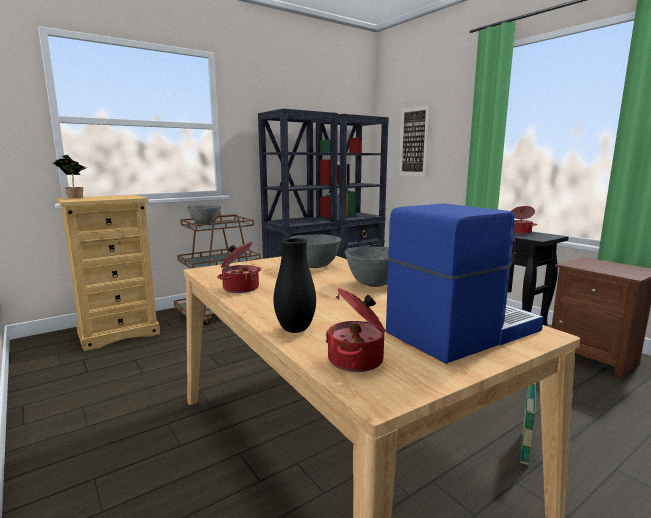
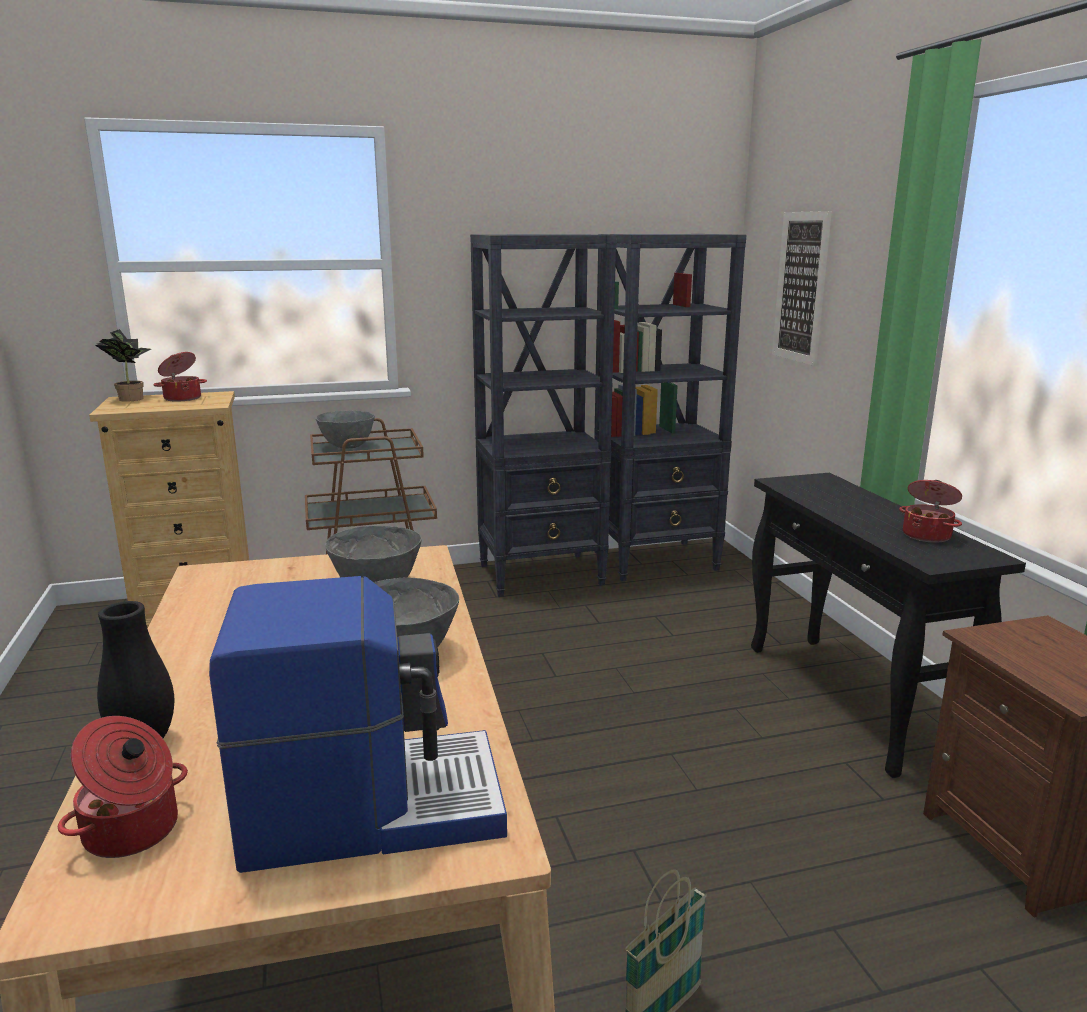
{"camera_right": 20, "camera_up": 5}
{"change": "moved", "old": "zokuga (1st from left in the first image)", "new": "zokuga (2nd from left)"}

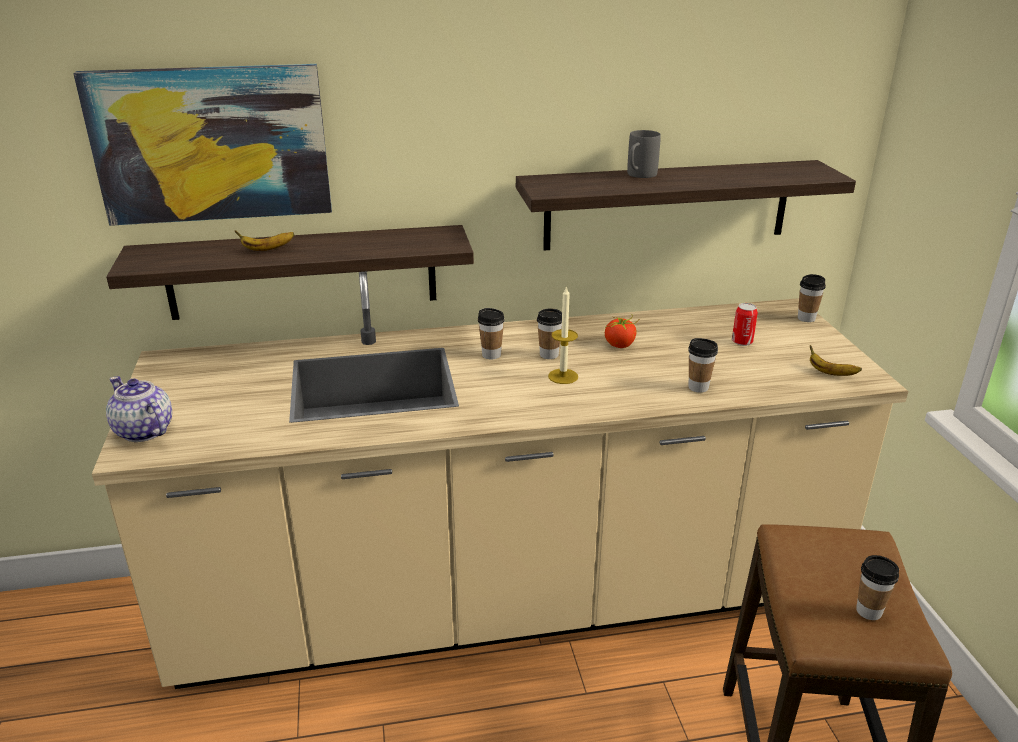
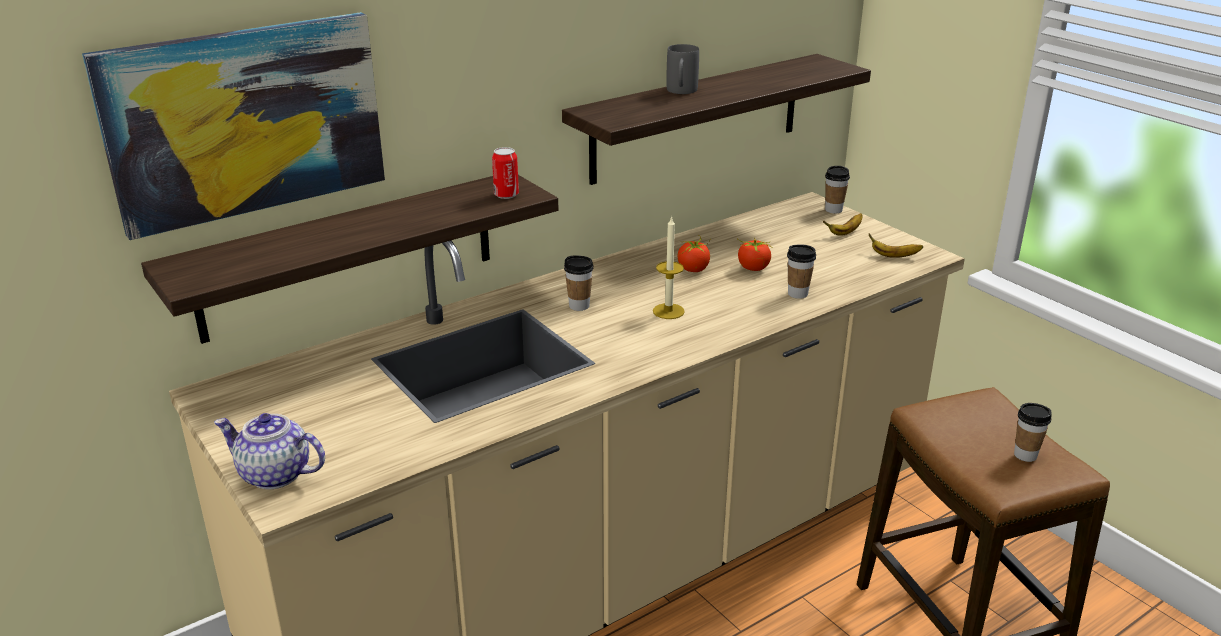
{"camera_right": -25, "camera_up": 0}
{"change": "moved", "old": "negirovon"}
{"change": "added", "new": "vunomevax (2nd from left)"}
{"change": "moved", "old": "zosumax (1st from left)"}
{"change": "removed", "old": "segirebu (2nd from left)"}

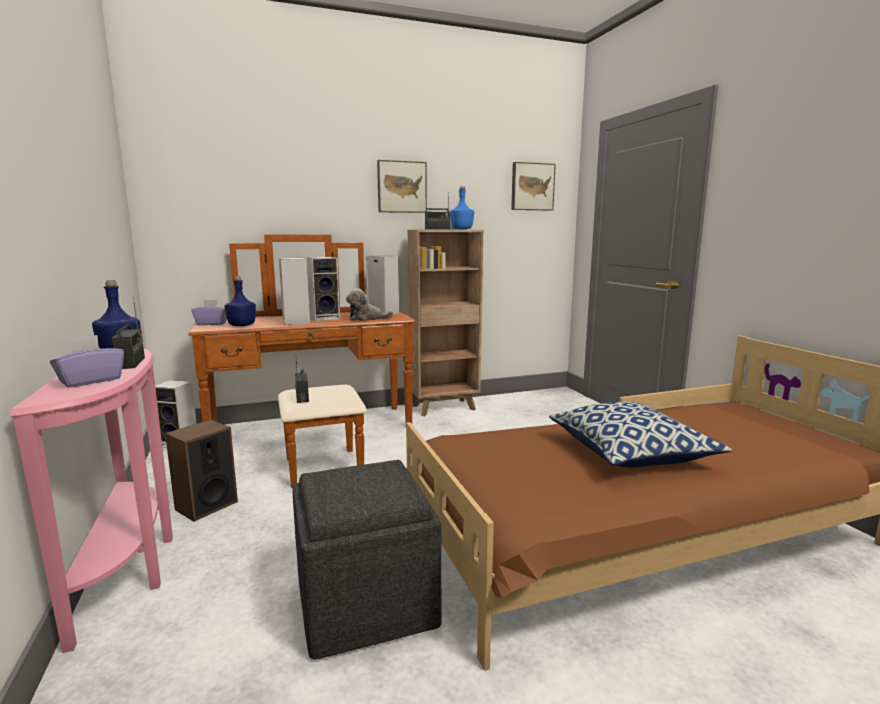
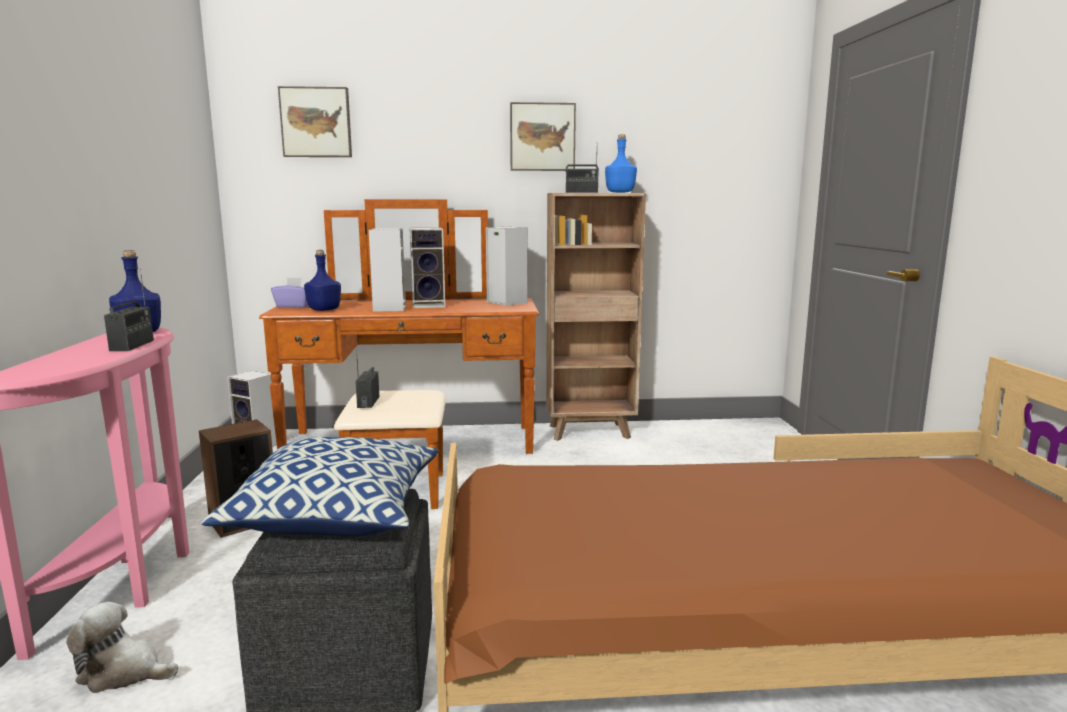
{"camera_right": 15, "camera_up": 0}
{"change": "moved", "old": "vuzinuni"}
{"change": "moved", "old": "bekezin"}
{"change": "moved", "old": "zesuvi (2nd from left in the first image)", "new": "zesuvi (1st from left)"}
{"change": "removed", "old": "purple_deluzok (1st from left)"}

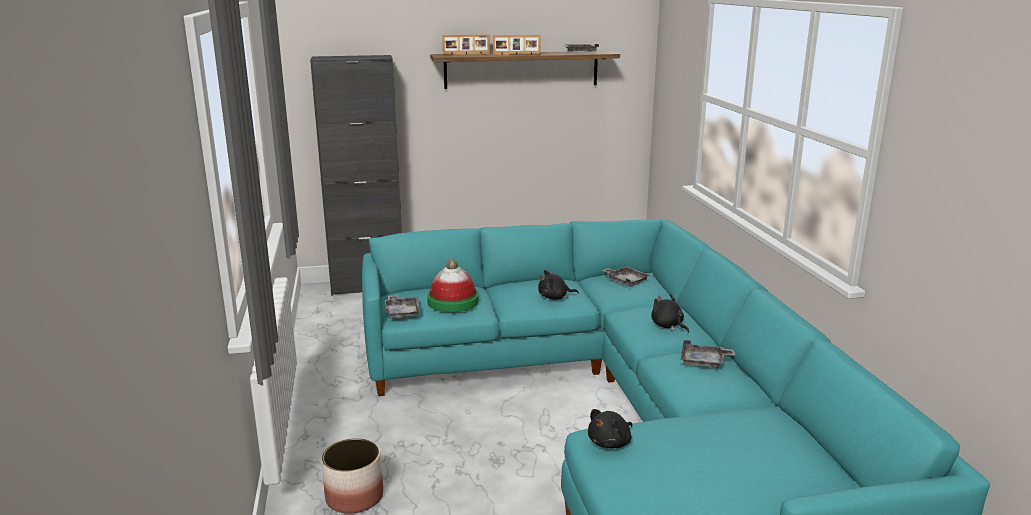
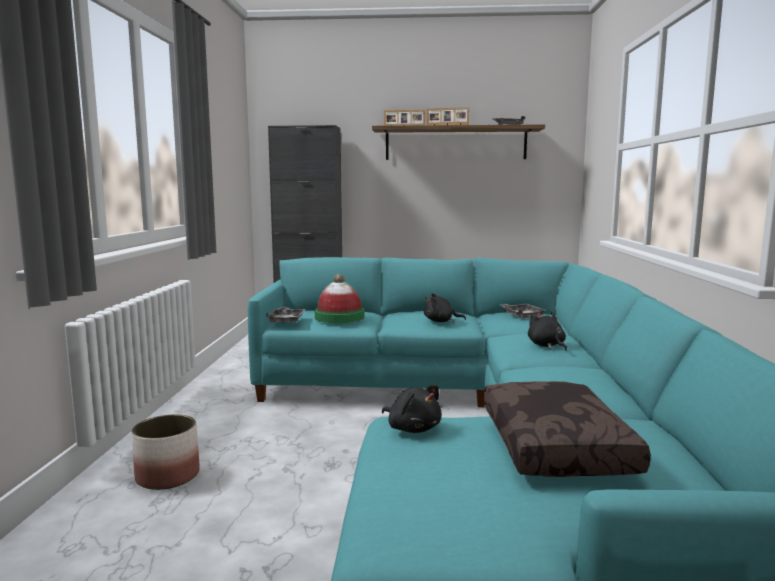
{"camera_right": 15, "camera_up": -10}
{"change": "turned", "old": "black_vuzinuni (2nd from left in the first image)", "degrees": -105}
{"change": "added", "new": "brown_bekezin"}
{"change": "removed", "old": "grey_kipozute (4th from left)"}

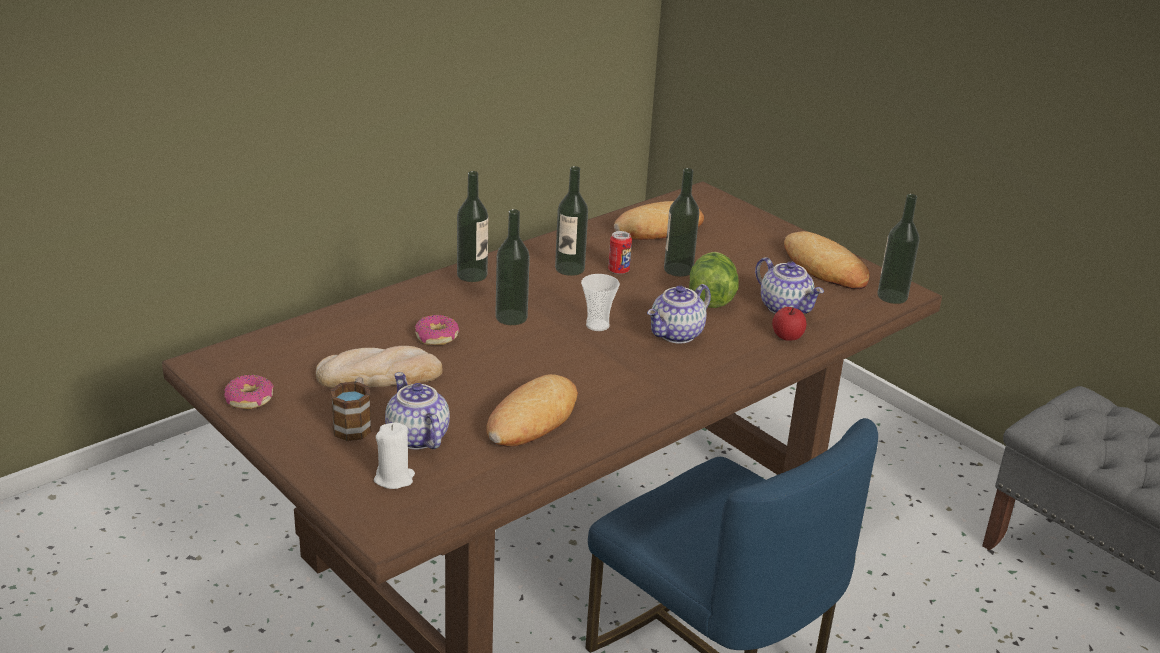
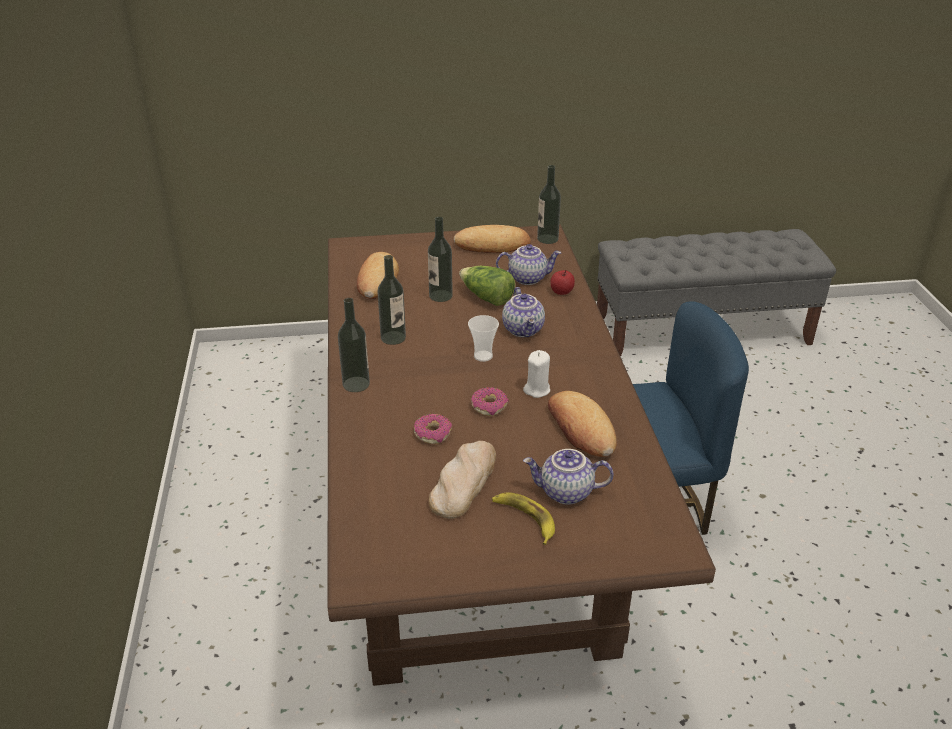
{"camera_right": -55, "camera_up": 5}
{"change": "moved", "old": "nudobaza (1st from left in the first image)", "new": "nudobaza (2nd from left)"}
{"change": "replaced", "old": "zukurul", "new": "zosumax"}
{"change": "moved", "old": "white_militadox"}
{"change": "removed", "old": "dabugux (2nd from left)"}
{"change": "removed", "old": "negirovon"}

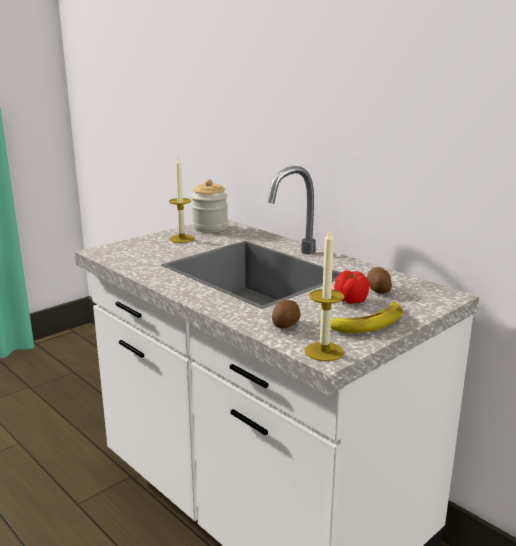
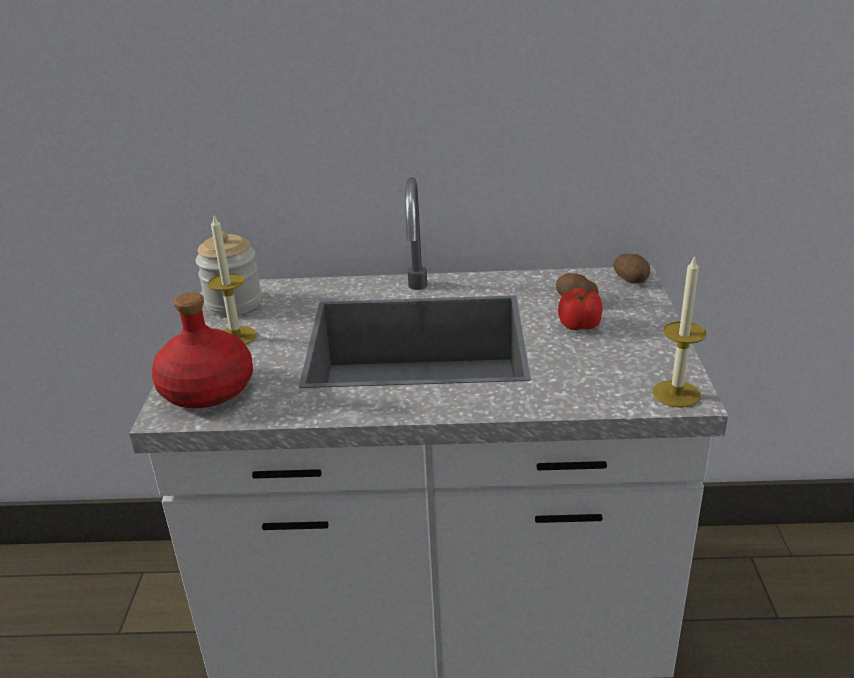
{"camera_right": -45, "camera_up": 10}
{"change": "added", "new": "red_dabugux"}
{"change": "moved", "old": "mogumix (1st from left in the first image)", "new": "mogumix (2nd from left)"}
{"change": "removed", "old": "zosumax"}

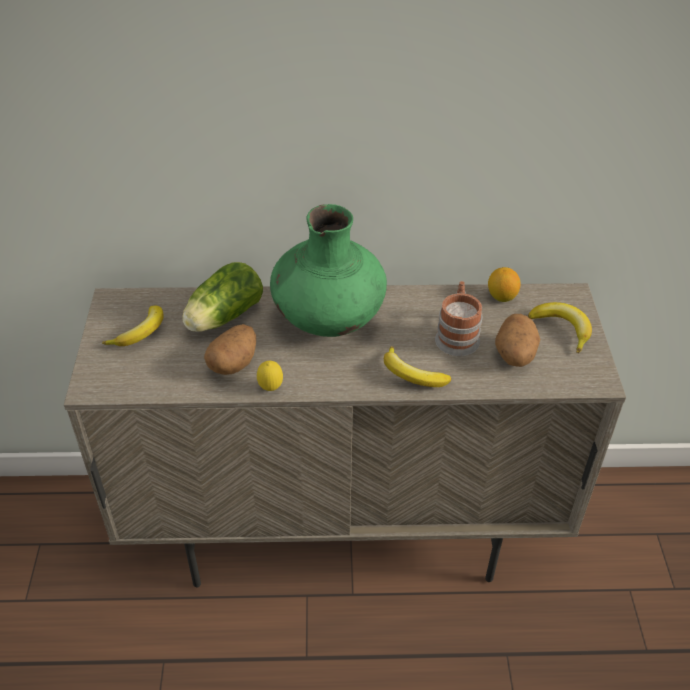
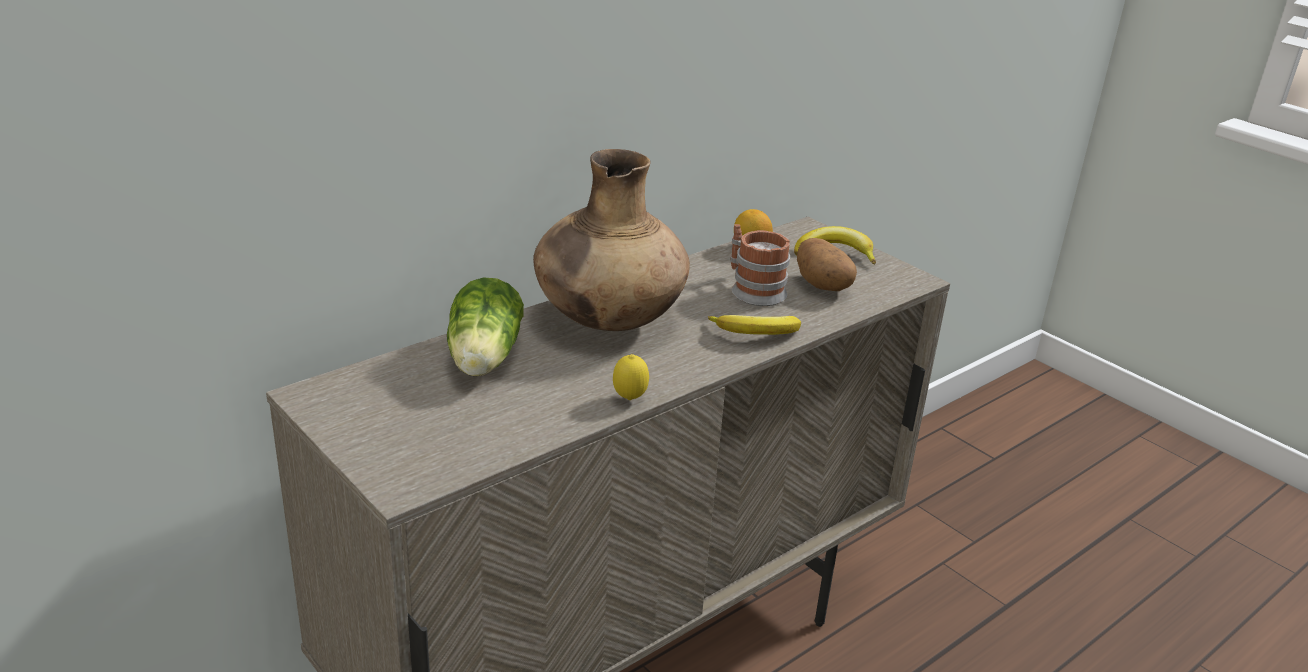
{"camera_right": -40, "camera_up": -15}
{"change": "recoloured", "old": "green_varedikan", "new": "brown_varedikan"}
{"change": "removed", "old": "zosumax (1st from left)"}
{"change": "removed", "old": "mogumix (1st from left)"}

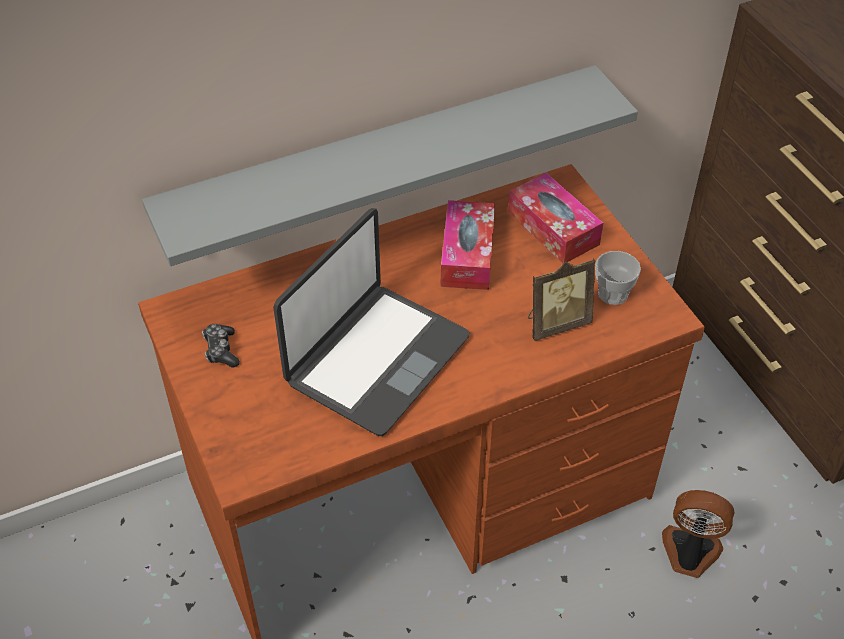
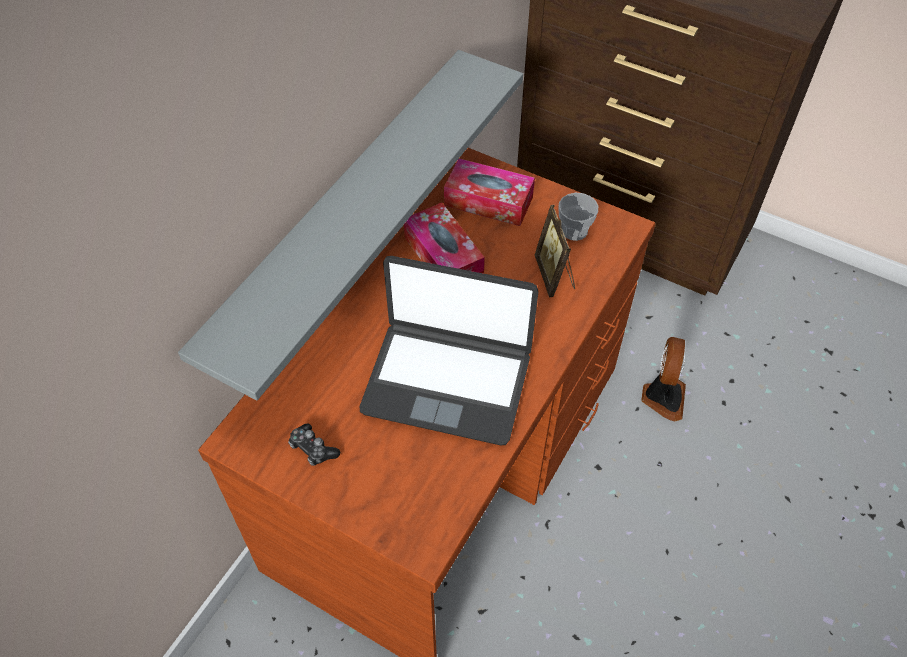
{"camera_right": -35, "camera_up": 5}
{"change": "turned", "old": "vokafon", "degrees": 105}
{"change": "turned", "old": "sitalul", "degrees": 135}
{"change": "turned", "old": "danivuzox", "degrees": 120}

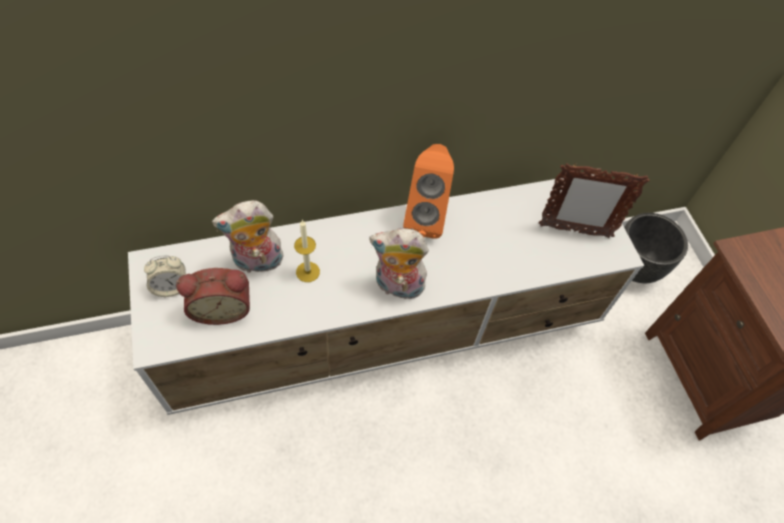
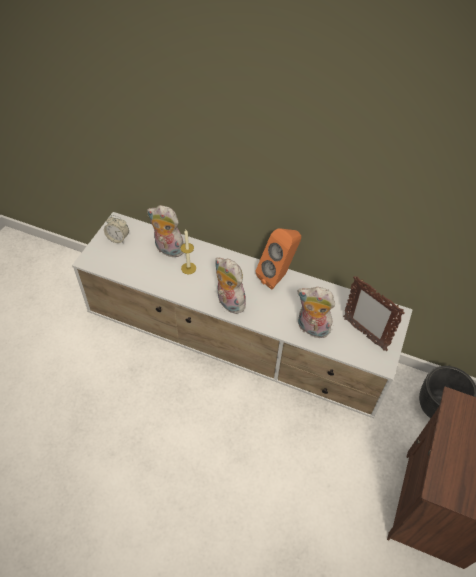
{"camera_right": 40, "camera_up": -5}
{"change": "added", "new": "vuzinuni (3rd from left)"}
{"change": "removed", "old": "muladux (2nd from left)"}

